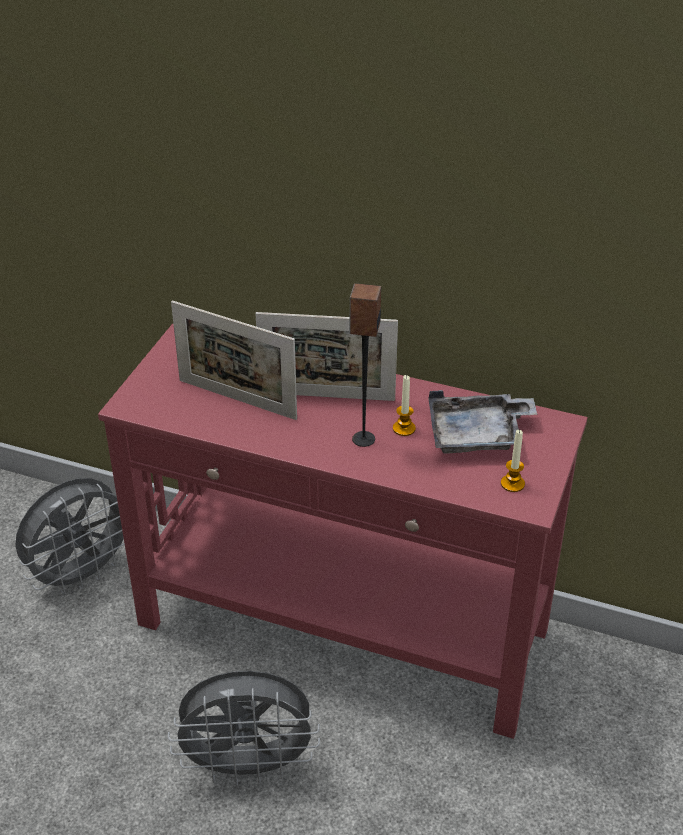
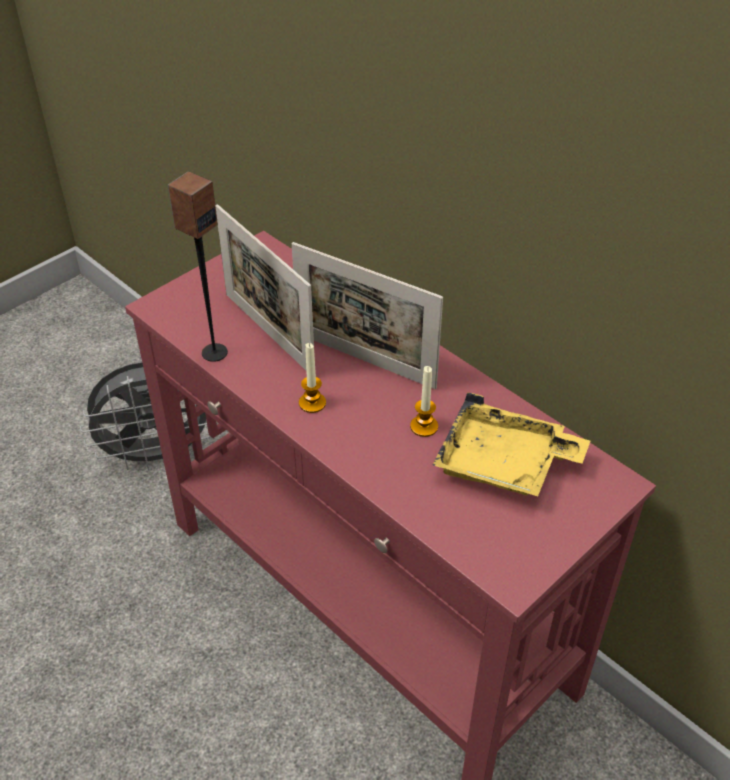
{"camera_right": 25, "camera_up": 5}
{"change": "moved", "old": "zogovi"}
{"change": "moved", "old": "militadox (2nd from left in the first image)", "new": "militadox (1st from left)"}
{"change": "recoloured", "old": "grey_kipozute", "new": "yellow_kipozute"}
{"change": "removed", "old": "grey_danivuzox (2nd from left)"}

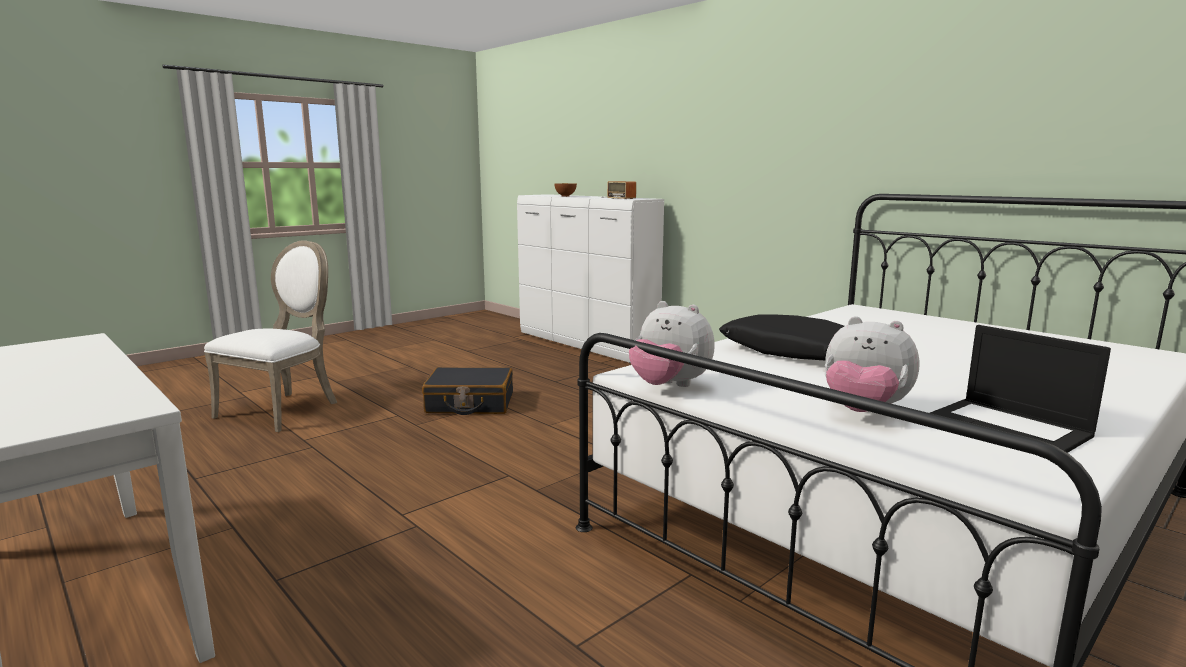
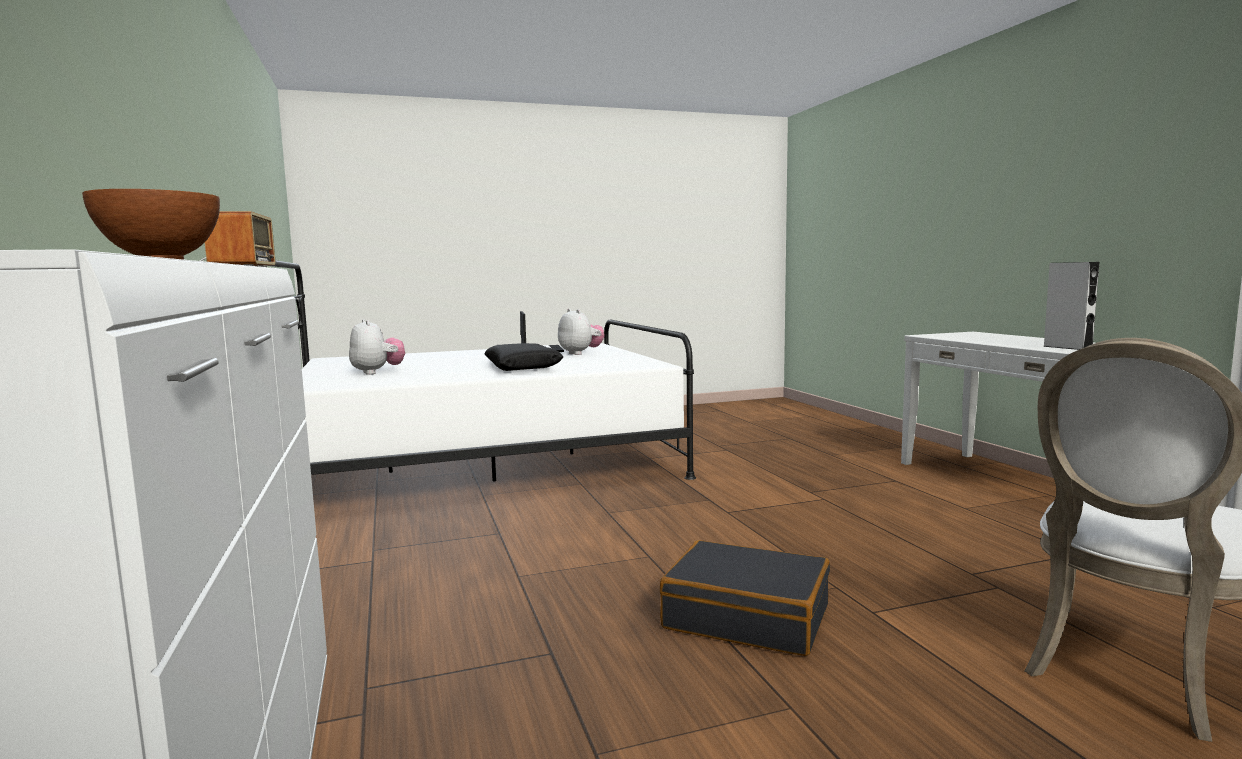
{"camera_right": -155, "camera_up": -5}
{"change": "moved", "old": "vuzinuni (1st from left)"}
{"change": "added", "new": "grey_zogovi"}

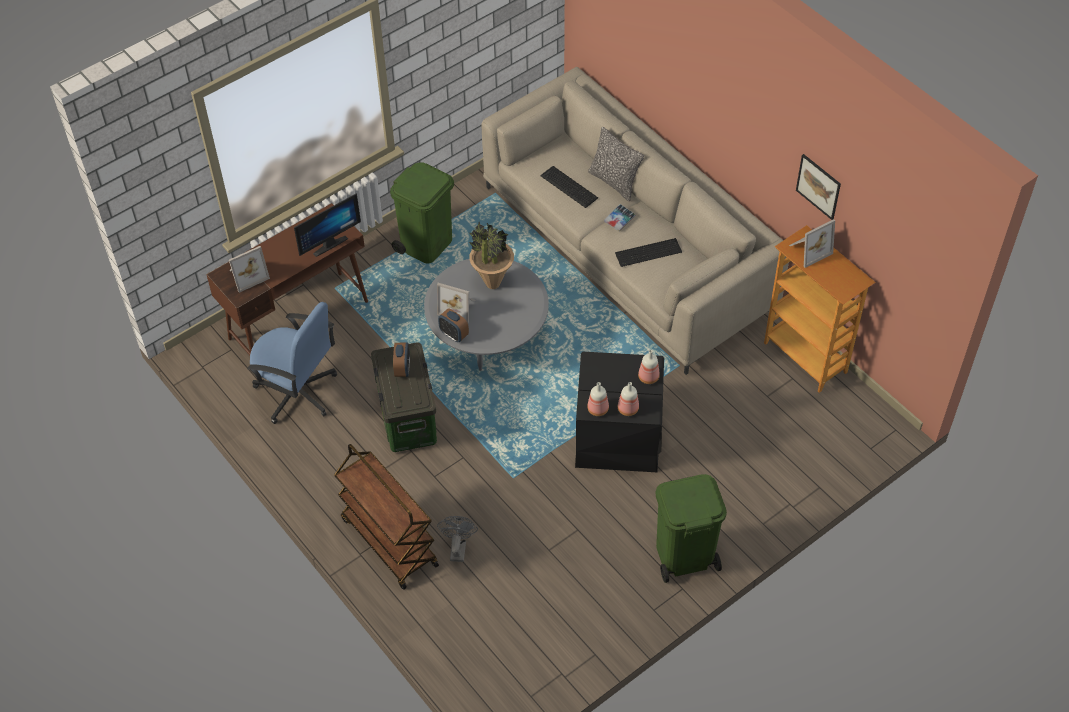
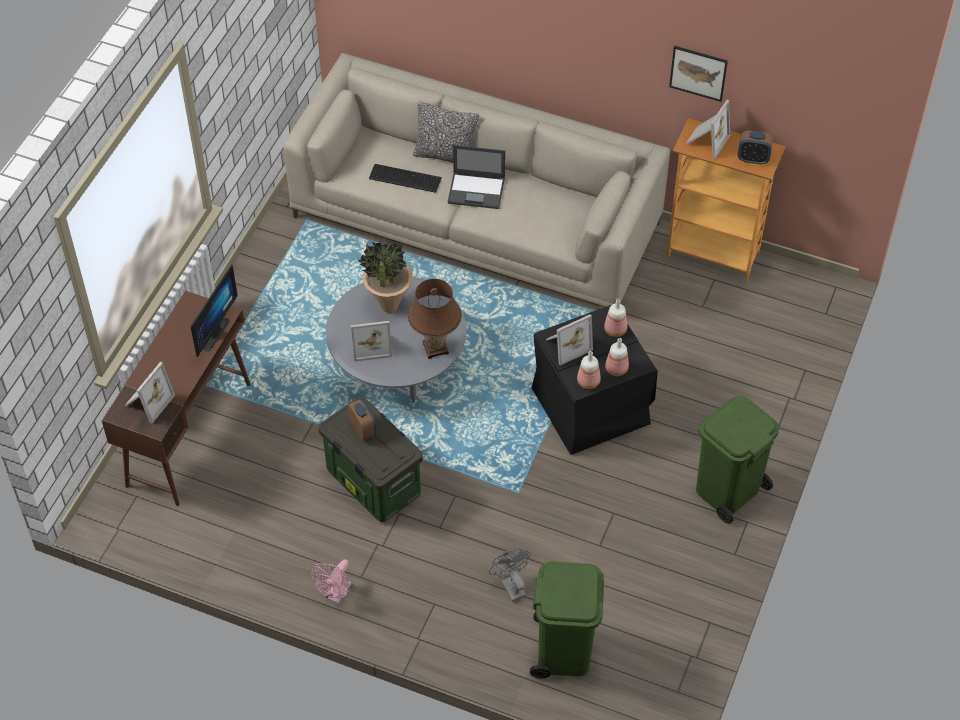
{"camera_right": -30, "camera_up": 0}
{"change": "added", "new": "pink_danivuzox"}
{"change": "added", "new": "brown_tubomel"}
{"change": "replaced", "old": "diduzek", "new": "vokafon"}
{"change": "moved", "old": "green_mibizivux (1st from left)"}
{"change": "added", "new": "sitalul (3rd from left)"}
{"change": "moved", "old": "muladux (2nd from left)"}
{"change": "removed", "old": "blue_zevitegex"}
{"change": "removed", "old": "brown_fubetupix"}
{"change": "removed", "old": "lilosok (2nd from left)"}

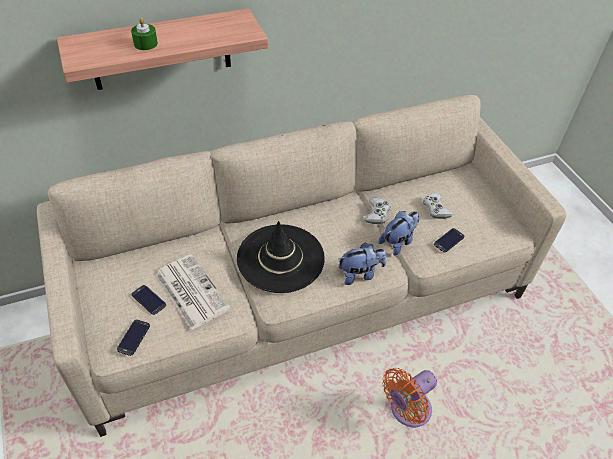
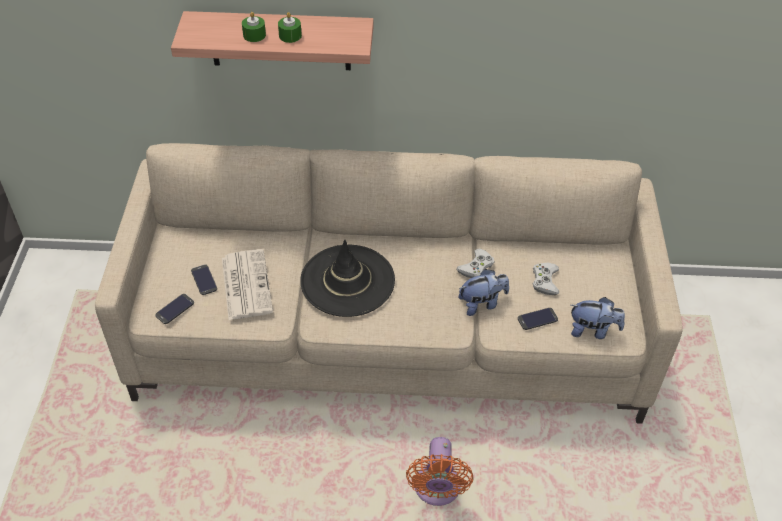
{"camera_right": 25, "camera_up": 0}
{"change": "added", "new": "green_militadox (2nd from left)"}
{"change": "turned", "old": "orange_danivuzox", "degrees": -75}
{"change": "moved", "old": "vuzinuni (1st from left in the first image)", "new": "vuzinuni (2nd from left)"}

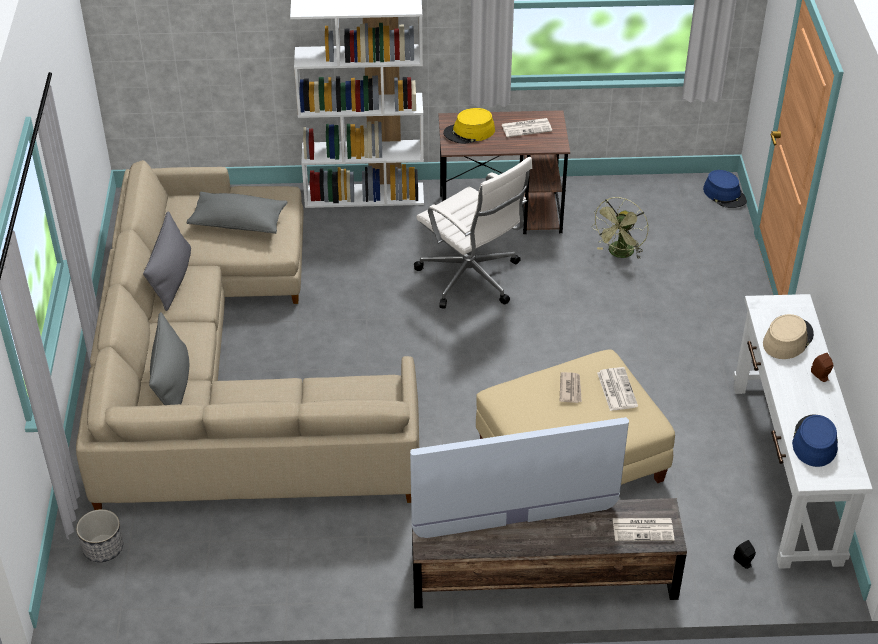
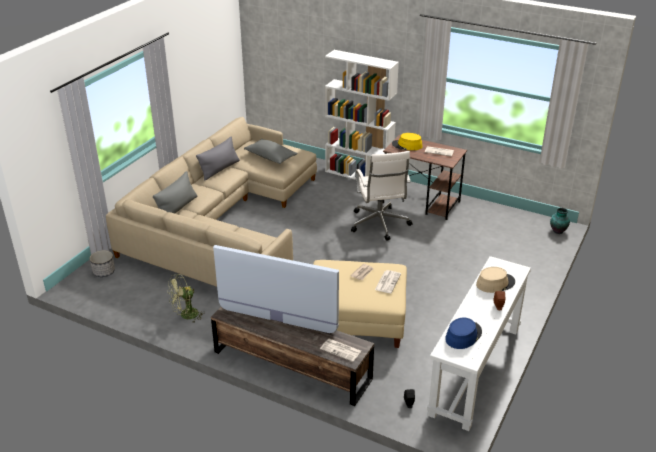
{"camera_right": 30, "camera_up": -10}
{"change": "moved", "old": "green_danivuzox"}
{"change": "replaced", "old": "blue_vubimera (1st from left)", "new": "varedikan"}

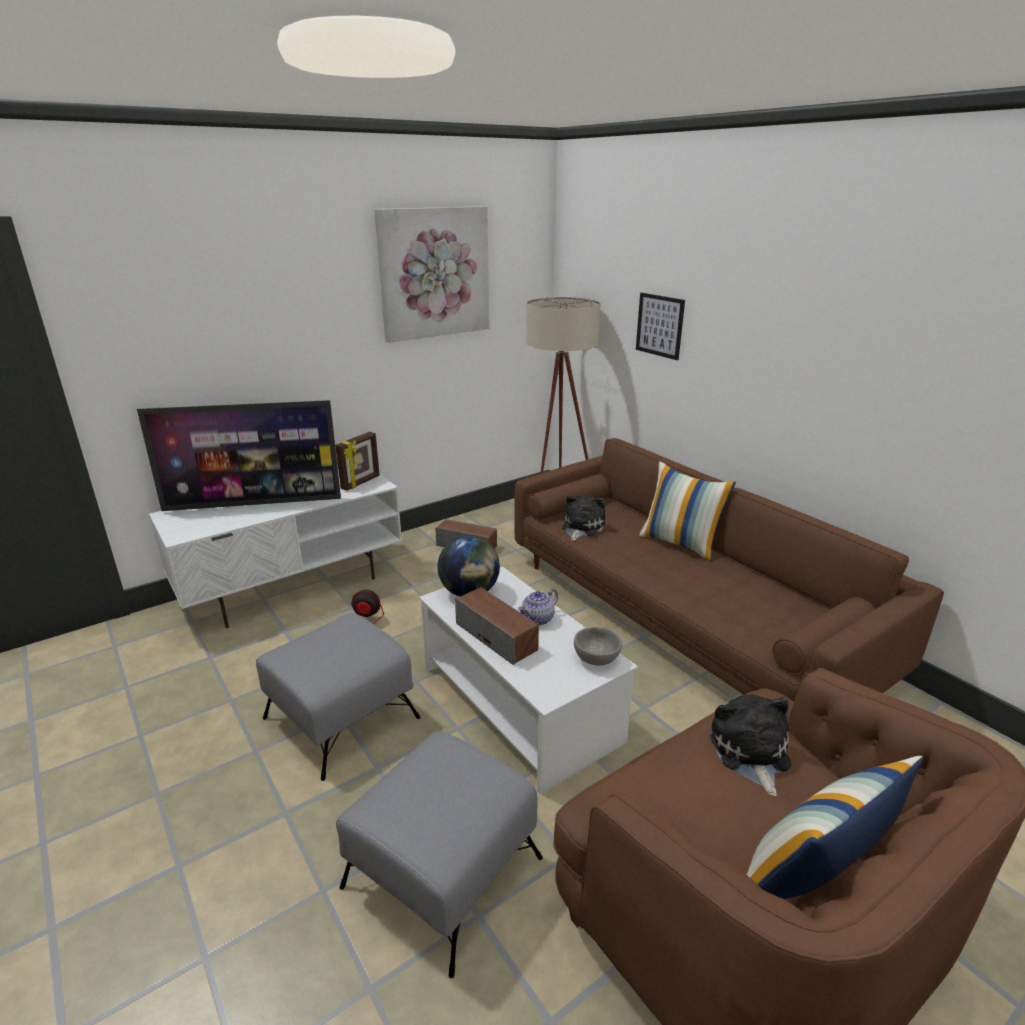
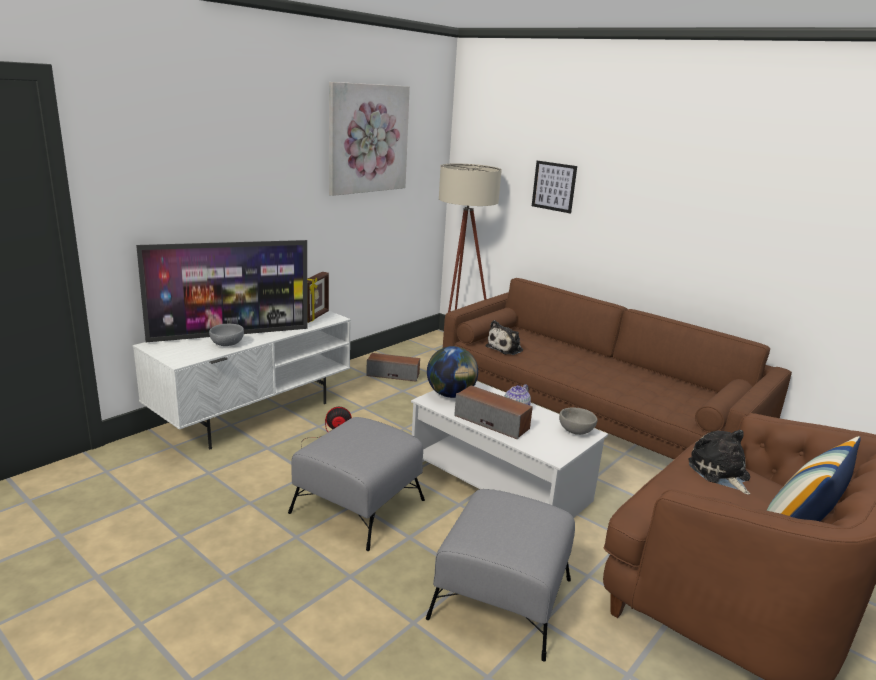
{"camera_right": -15, "camera_up": -5}
{"change": "added", "new": "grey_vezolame (1st from left)"}
{"change": "turned", "old": "vuzinuni (1st from left)", "degrees": -150}
{"change": "removed", "old": "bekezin (1st from left)"}

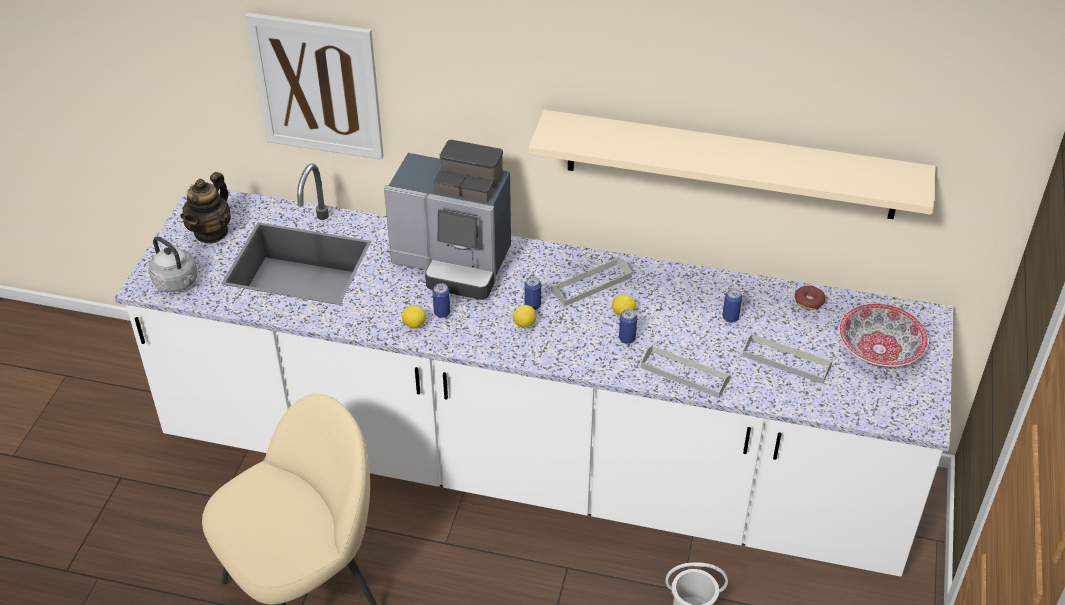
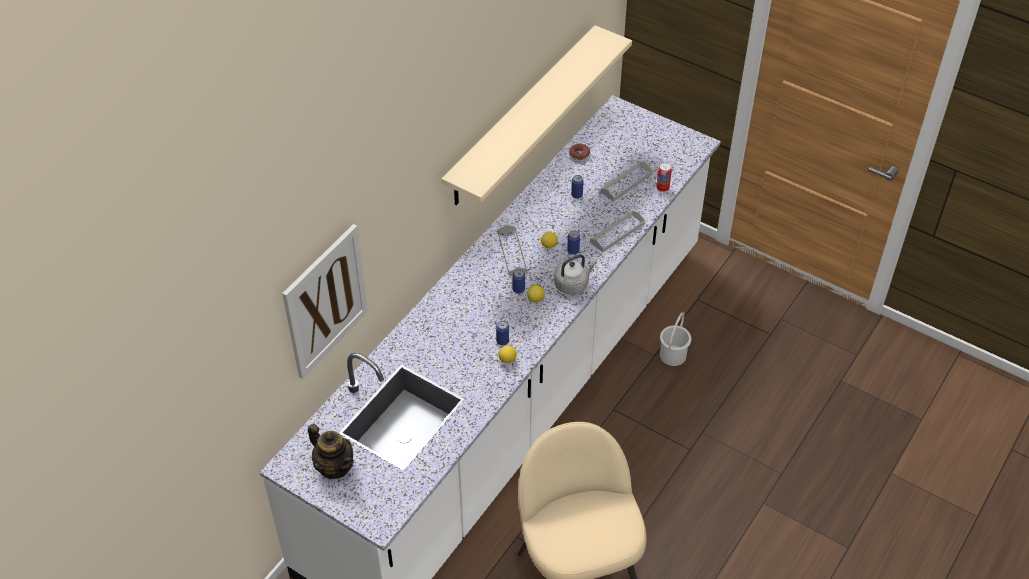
{"camera_right": -70, "camera_up": 5}
{"change": "moved", "old": "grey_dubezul"}
{"change": "added", "new": "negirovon (5th from left)"}
{"change": "removed", "old": "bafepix"}
{"change": "removed", "old": "vezolame"}

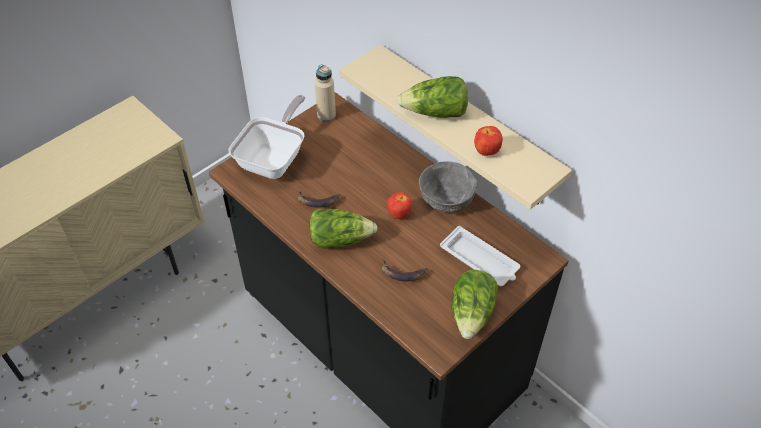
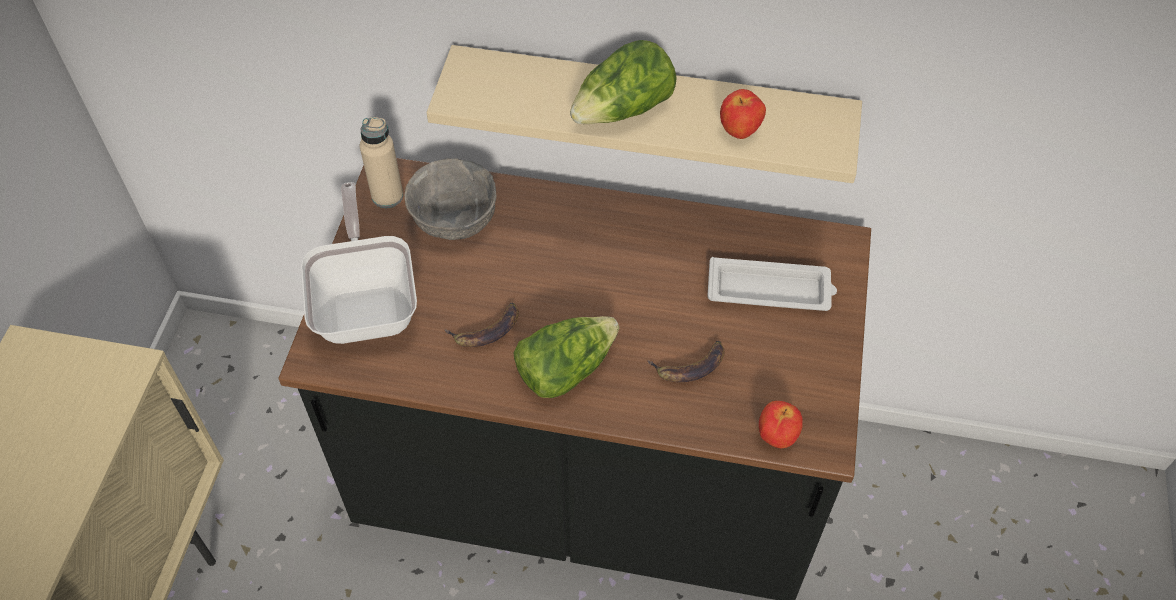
{"camera_right": -35, "camera_up": 5}
{"change": "moved", "old": "grey_vezolame"}
{"change": "moved", "old": "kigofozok (1st from left in the first image)", "new": "kigofozok (2nd from left)"}
{"change": "removed", "old": "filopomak (3rd from left)"}

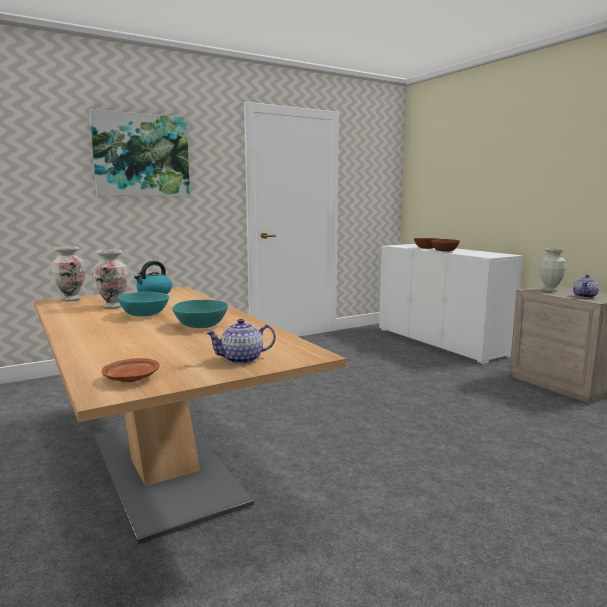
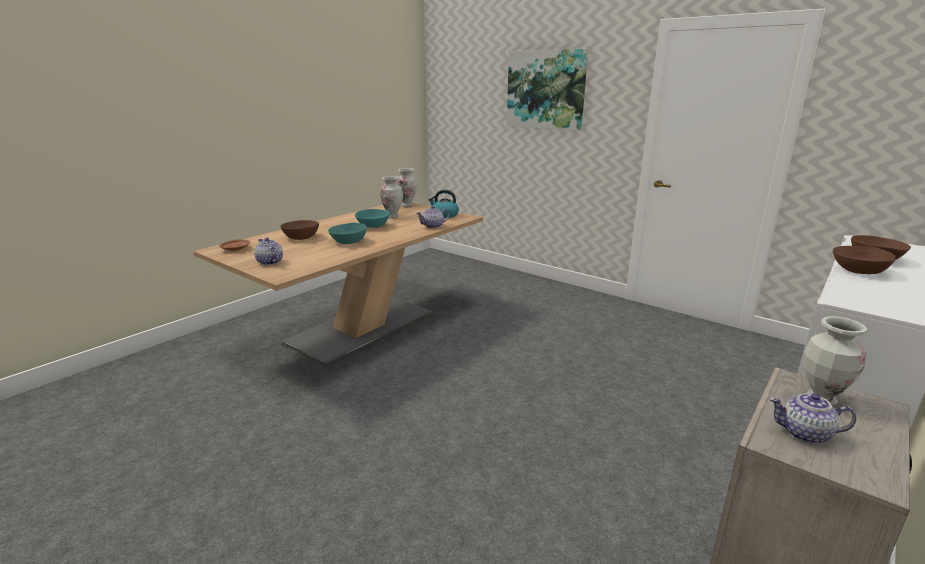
{"camera_right": 70, "camera_up": 10}
{"change": "added", "new": "brown_vezolame (1st from left)"}
{"change": "added", "new": "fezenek (2nd from left)"}

